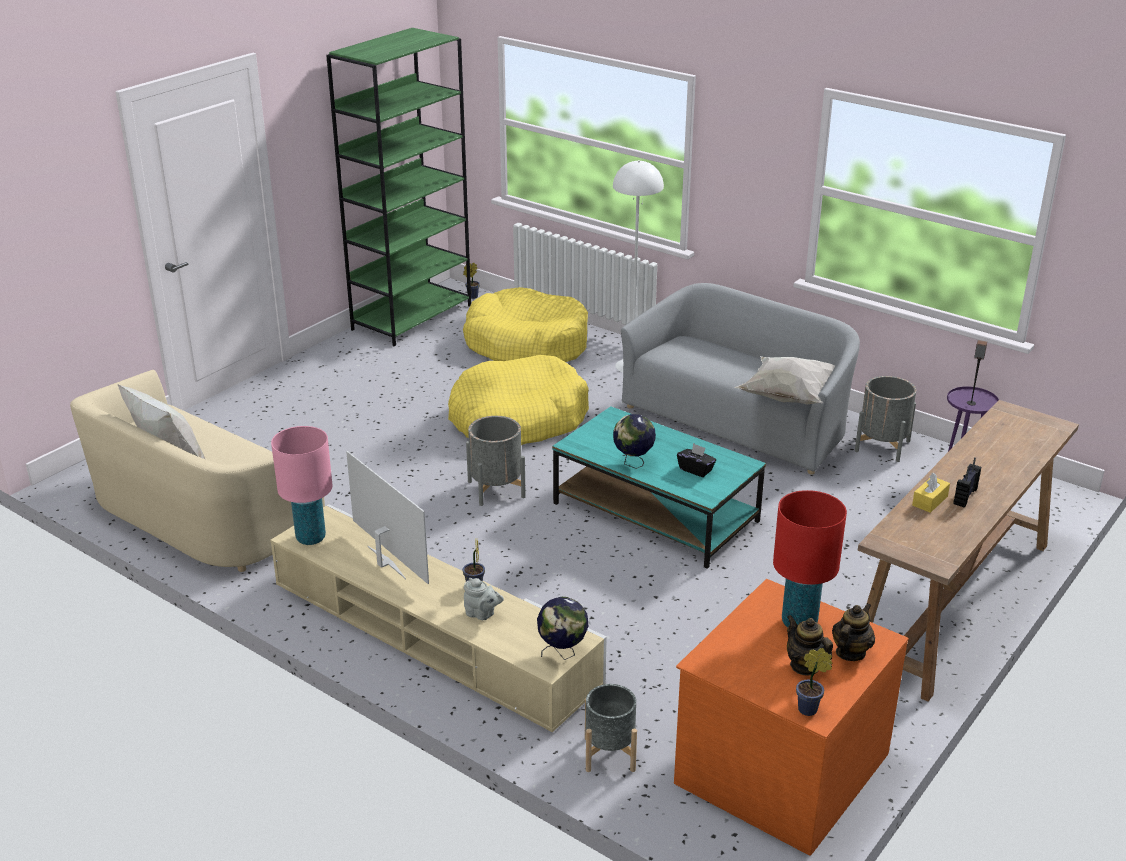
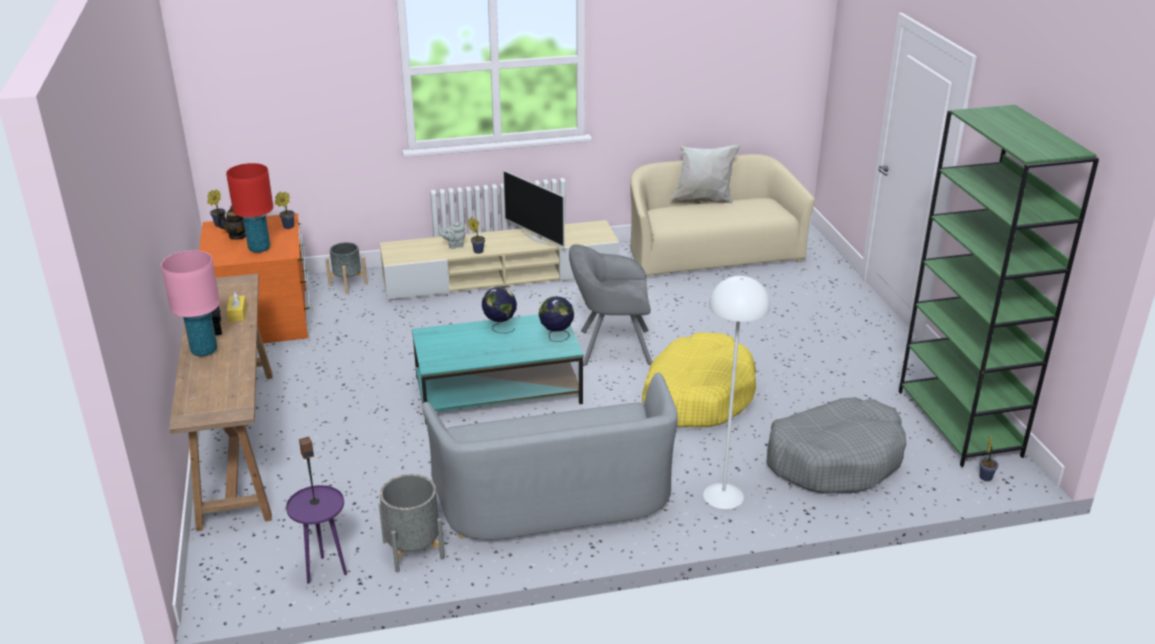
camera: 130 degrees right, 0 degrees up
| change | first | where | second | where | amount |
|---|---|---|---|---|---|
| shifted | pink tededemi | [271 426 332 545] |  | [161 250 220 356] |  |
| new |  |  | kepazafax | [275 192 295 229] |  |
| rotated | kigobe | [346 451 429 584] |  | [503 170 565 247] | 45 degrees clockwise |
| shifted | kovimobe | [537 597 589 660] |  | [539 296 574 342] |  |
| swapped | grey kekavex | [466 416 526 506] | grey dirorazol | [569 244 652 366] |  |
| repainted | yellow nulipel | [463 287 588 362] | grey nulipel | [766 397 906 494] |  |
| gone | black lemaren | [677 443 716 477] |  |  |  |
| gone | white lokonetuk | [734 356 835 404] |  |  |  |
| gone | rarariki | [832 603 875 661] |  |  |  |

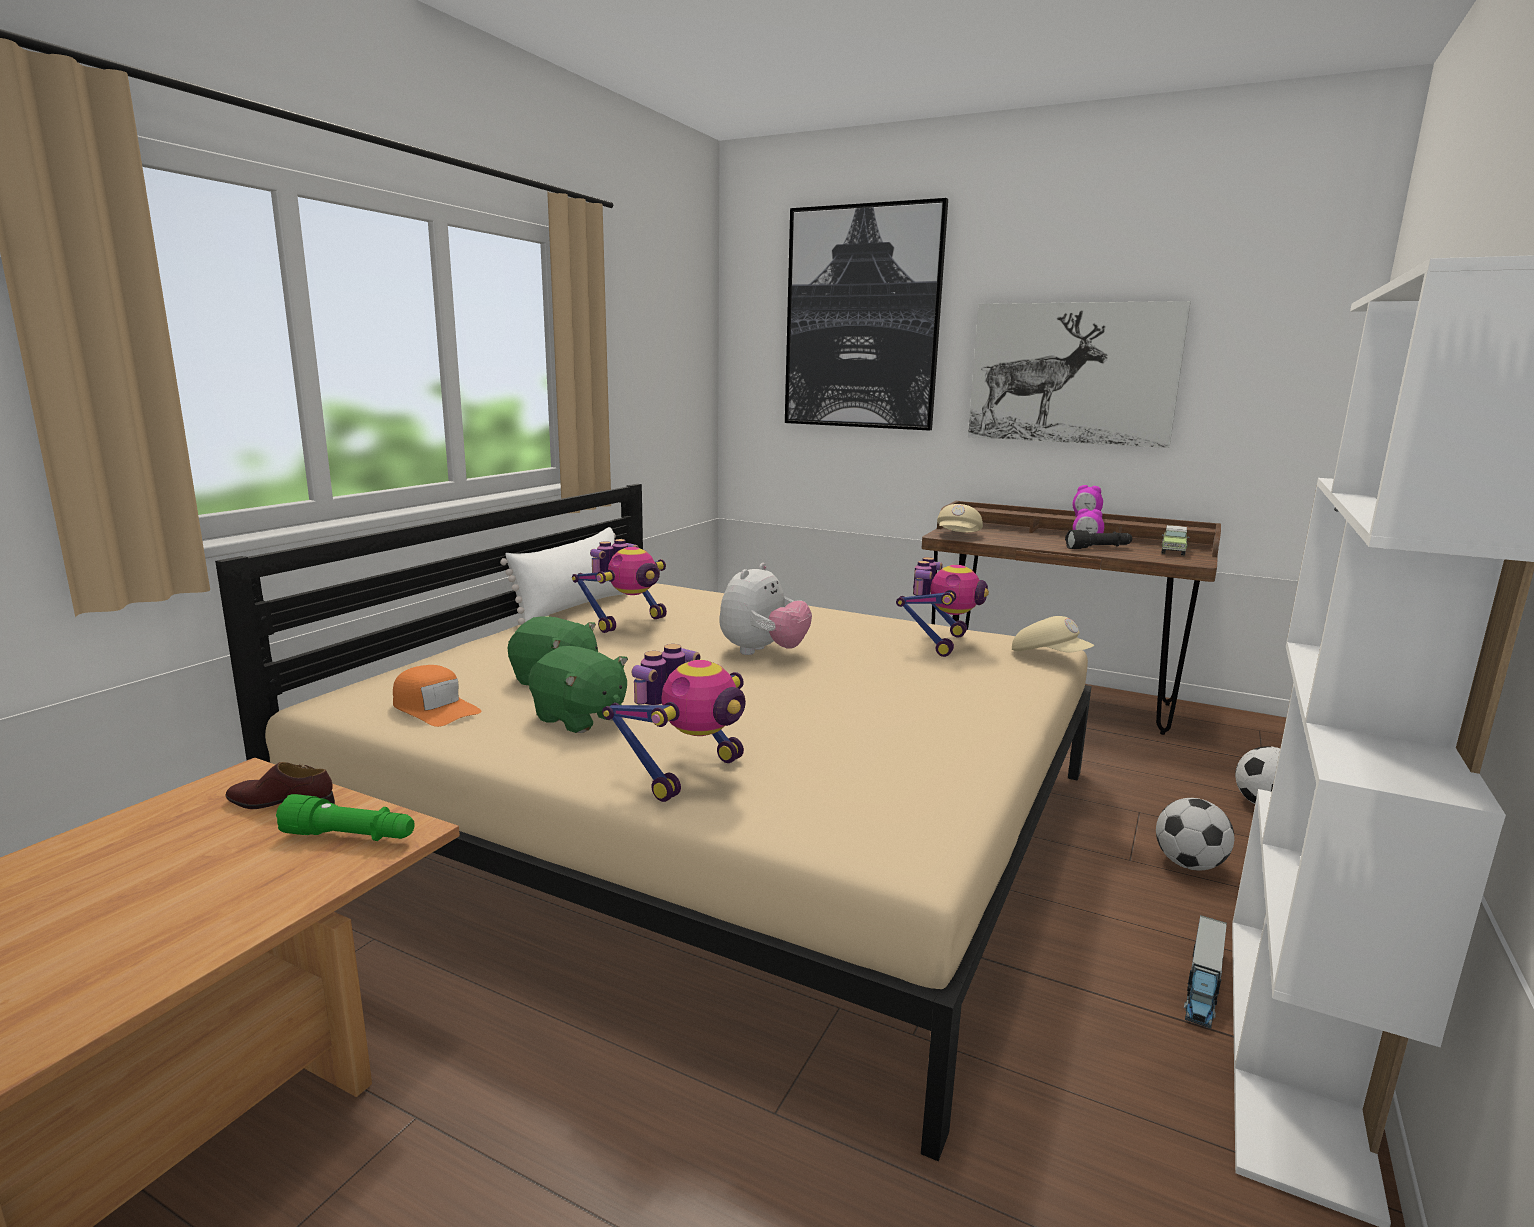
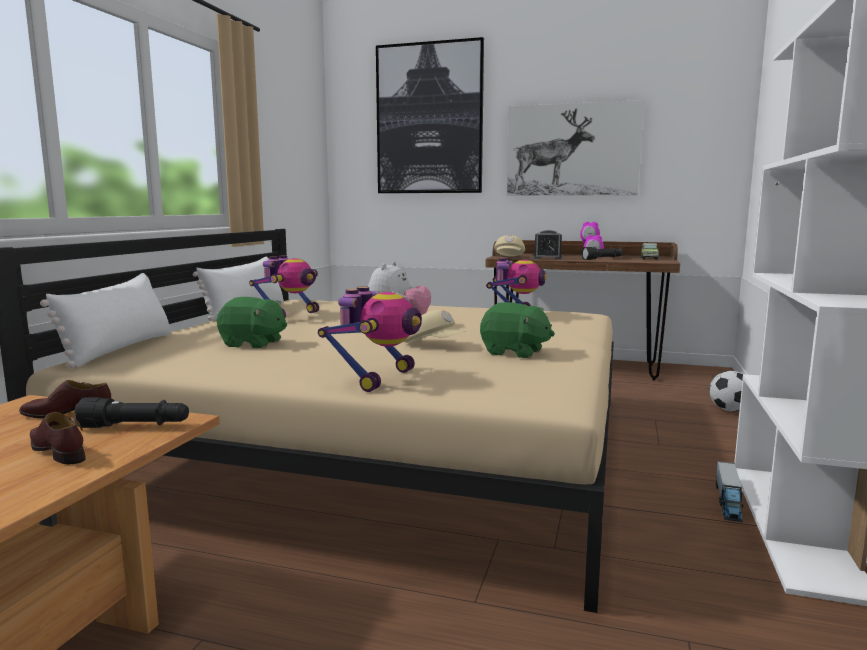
camera: 10 degrees left, 5 degrees down
| change | first | where | second | where | amount |
|---|---|---|---|---|---|
| new |  |  | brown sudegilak | [30 412 86 464] |  |
| new |  |  | white lokonetuk | [40 273 170 368] |  |
| repainted | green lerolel | [276 794 415 841] | black lerolel | [74 397 189 428] |  |
| shifted | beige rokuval | [1012 616 1094 653] |  | [404 310 466 343] |  |
| shifted | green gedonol | [528 646 628 733] |  | [480 302 555 358] |  |
| new |  |  | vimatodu | [533 230 562 260] |  |
| gone | orange rokuval | [393 665 482 727] |  |  |  |
| gone | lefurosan | [1156 798 1234 870] |  |  |  |

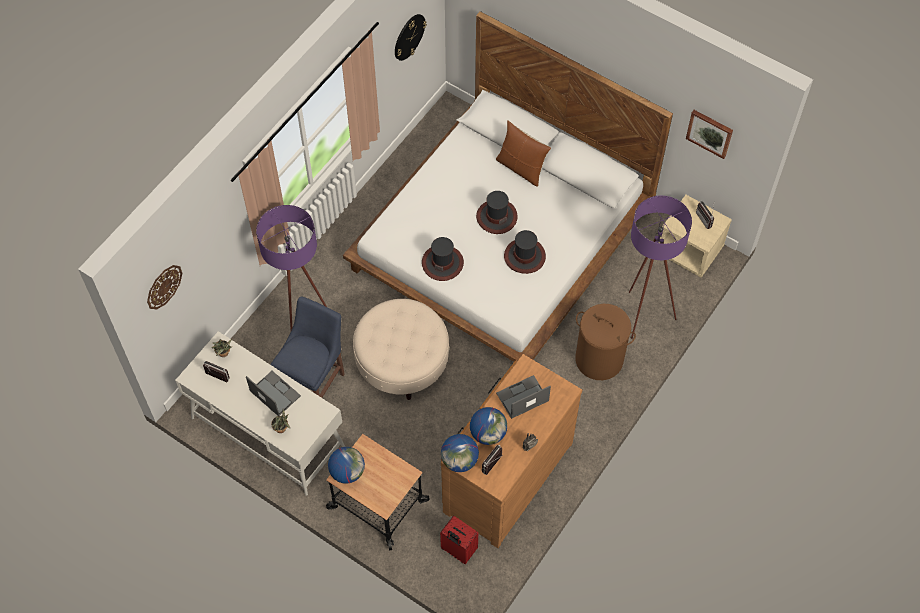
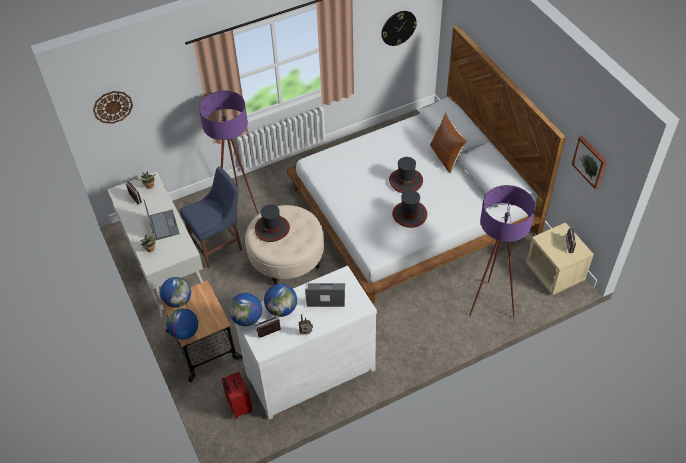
camera: 30 degrees right, 10 degrees down
| change | first | where | second | where | amount |
|---|---|---|---|---|---|
| new |  |  | kovimobe | [166 308 198 340] |  |
| repainted | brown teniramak | [441 354 582 548] | white teniramak | [235 266 377 419] |  |
| shifted | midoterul | [422 237 464 281] |  | [255 204 290 242] |  |
| gone | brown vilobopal | [576 304 636 380] |  |  |  |

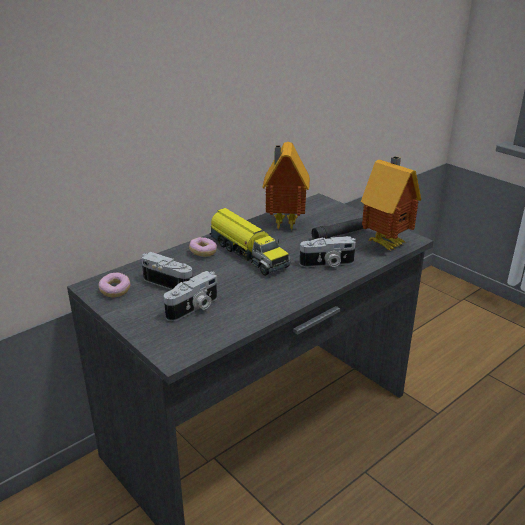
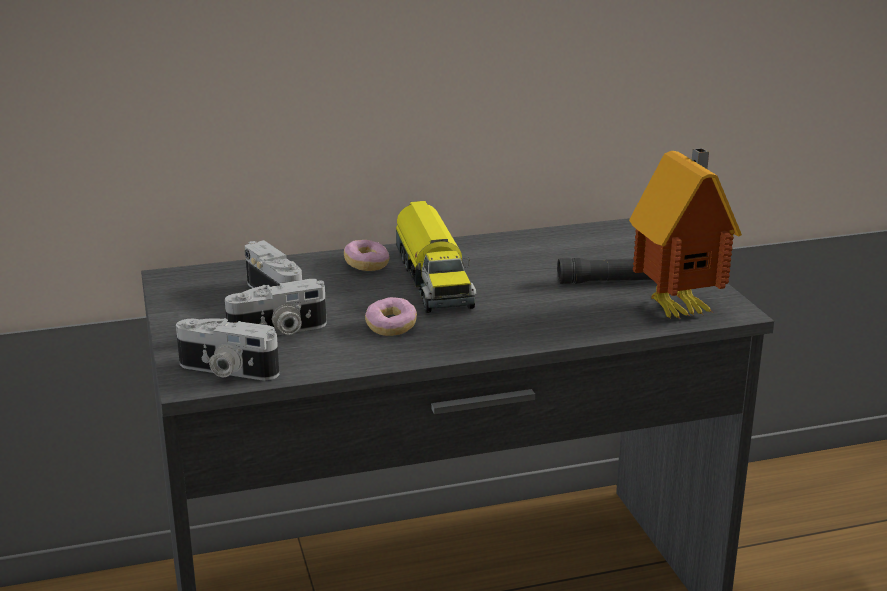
camera: 25 degrees right, 5 degrees down
| change | first | where | second | where | amount |
|---|---|---|---|---|---|
| shifted | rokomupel | [300 236 356 268] |  | [176 318 279 380] |  |
| shifted | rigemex | [98 272 131 297] |  | [365 297 417 336] |  |
| gone | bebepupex | [263 142 310 231] |  |  |  |

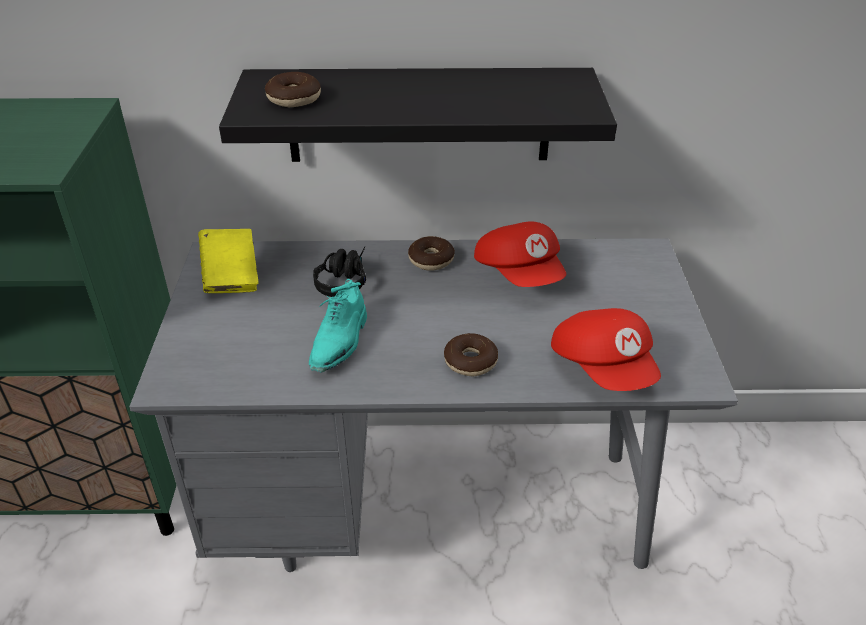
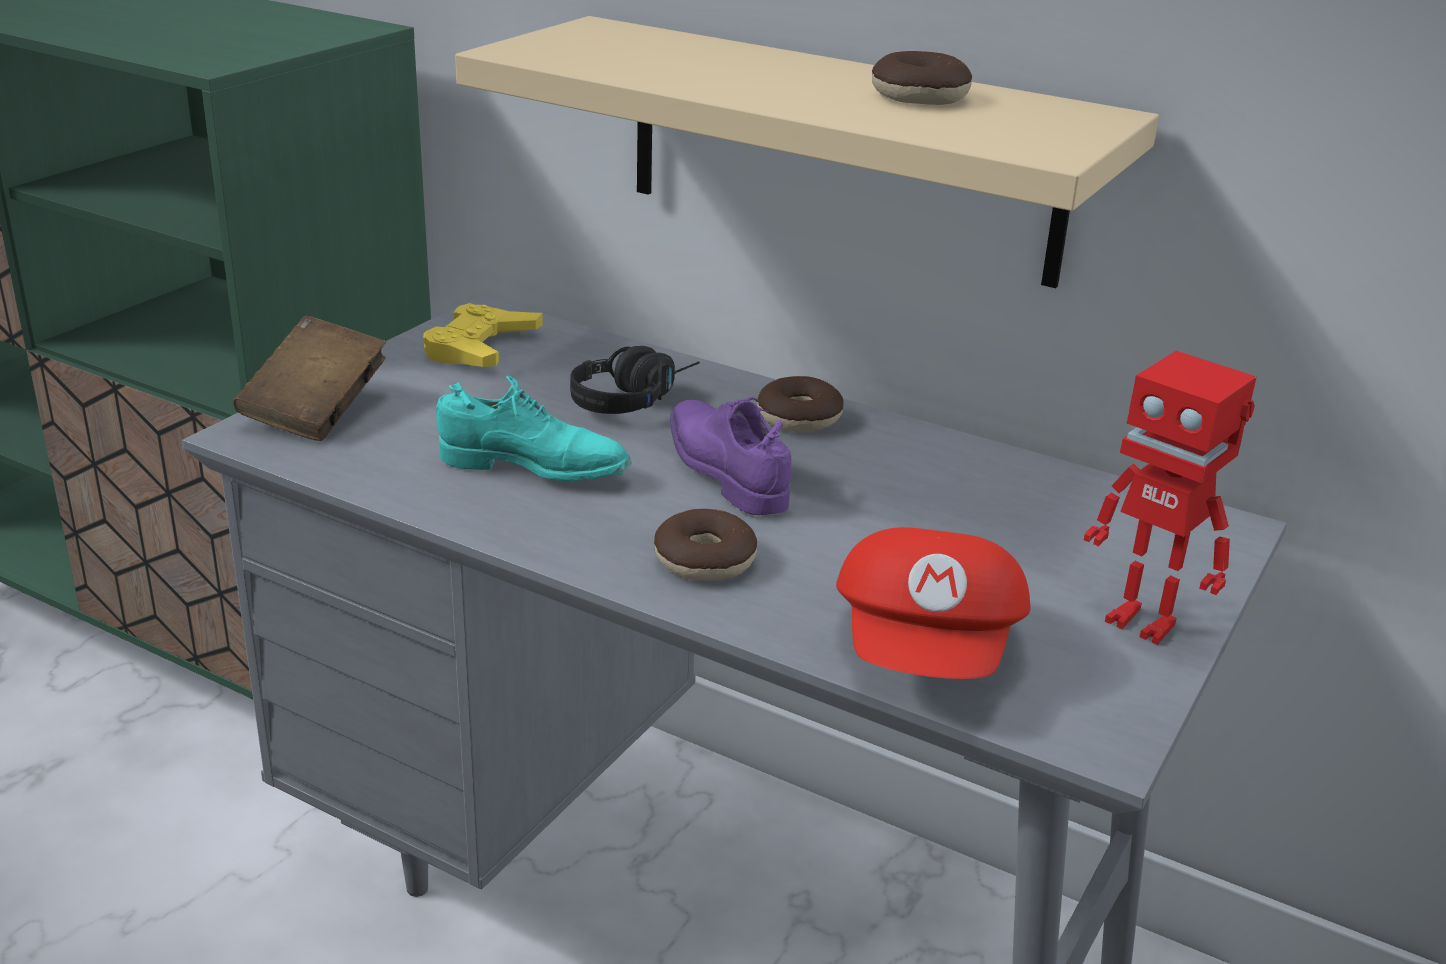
camera: 30 degrees right, 10 degrees down
| change | first | where | second | where | amount |
|---|---|---|---|---|---|
| new |  |  | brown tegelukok | [234 316 386 441] |  |
| swapped | yellow tegelukok | [198 229 258 293] | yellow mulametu | [423 303 543 367] |  |
| rotated | turquoise sudegilak | [309 279 367 372] |  | [436 375 632 481] | 120 degrees counterclockwise |
| repainted | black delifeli | [219 68 617 162] | beige delifeli | [455 16 1159 288] |  |
| new |  |  | purple sudegilak | [670 397 791 515] |  |
| shifted | rigemex | [265 72 321 107] |  | [872 51 972 105] |  |
| new |  |  | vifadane | [1084 351 1257 645] |  |
| gone | red rokuval | [474 222 566 287] |  |  |  |

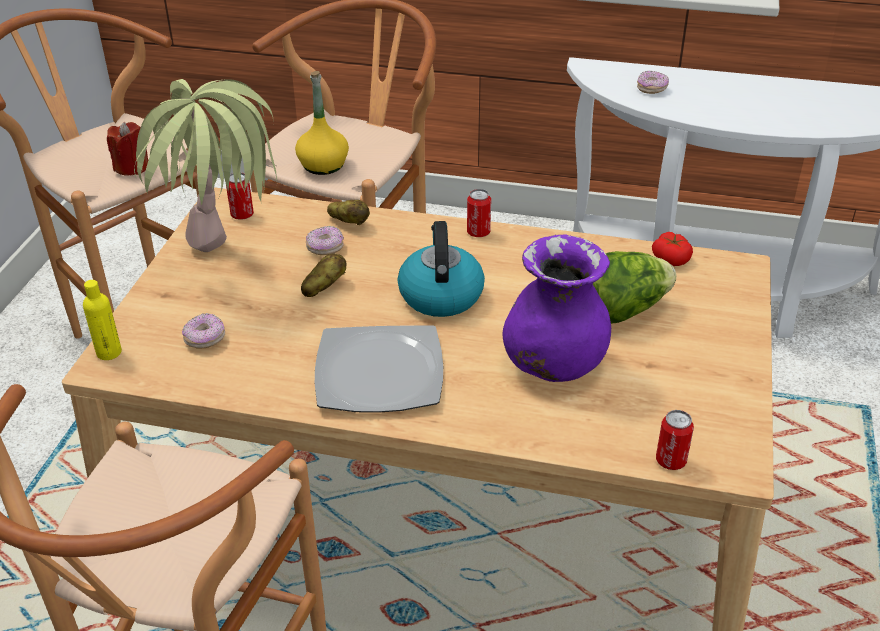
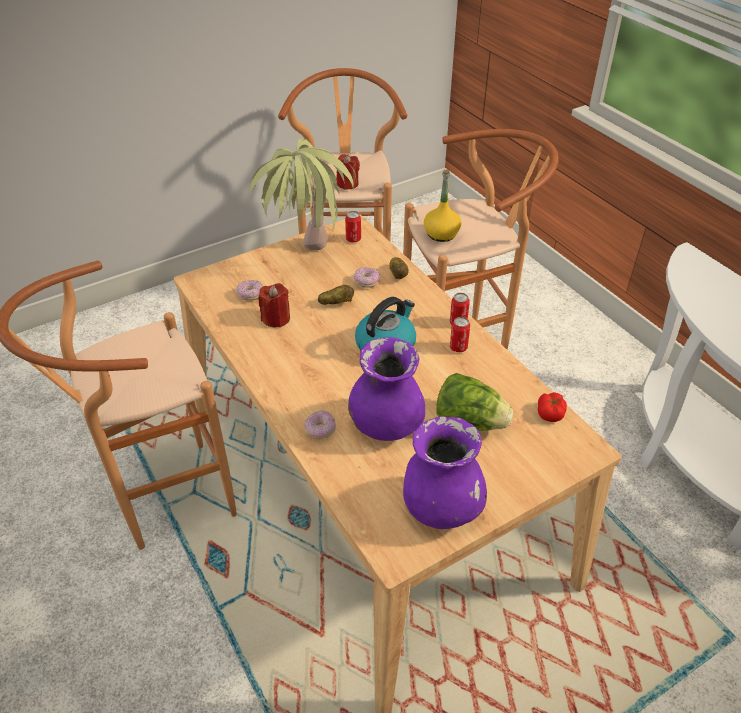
camera: 45 degrees right, 5 degrees up
| change | first | where | second | where | amount |
|---|---|---|---|---|---|
| new |  |  | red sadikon | [258 283 290 327] |  |
| shifted | rigemex | [637 71 669 94] |  | [304 410 336 439] |  |
| new |  |  | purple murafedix | [403 416 487 529] |  |
| shifted | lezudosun | [656 410 694 470] |  | [450 317 470 352] |  |
| gone | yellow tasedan | [83 280 122 360] |  |  |  |
| gone | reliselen | [315 326 443 413] |  |  |  |

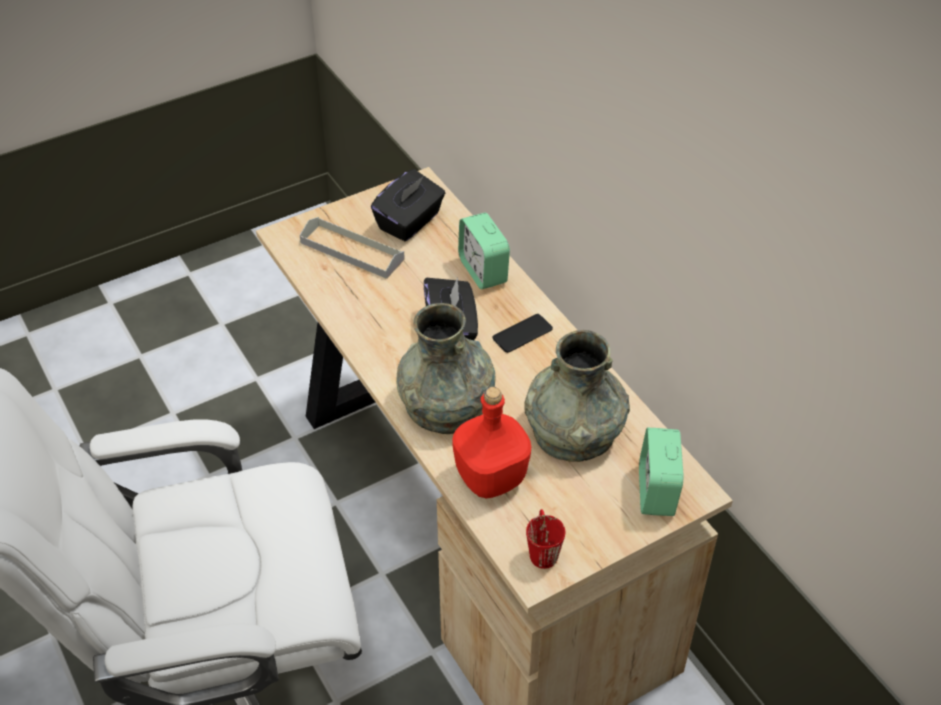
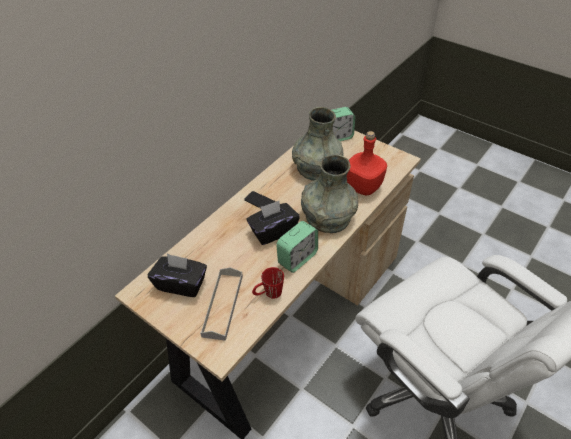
camera: 110 degrees left, 0 degrees up
| change | first | where | second | where | amount |
|---|---|---|---|---|---|
| shifted | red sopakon | [526 509 565 569] |  | [252 267 284 299] |  |
| shifted | vimatodu | [458 213 510 289] |  | [276 221 318 273] |  |

